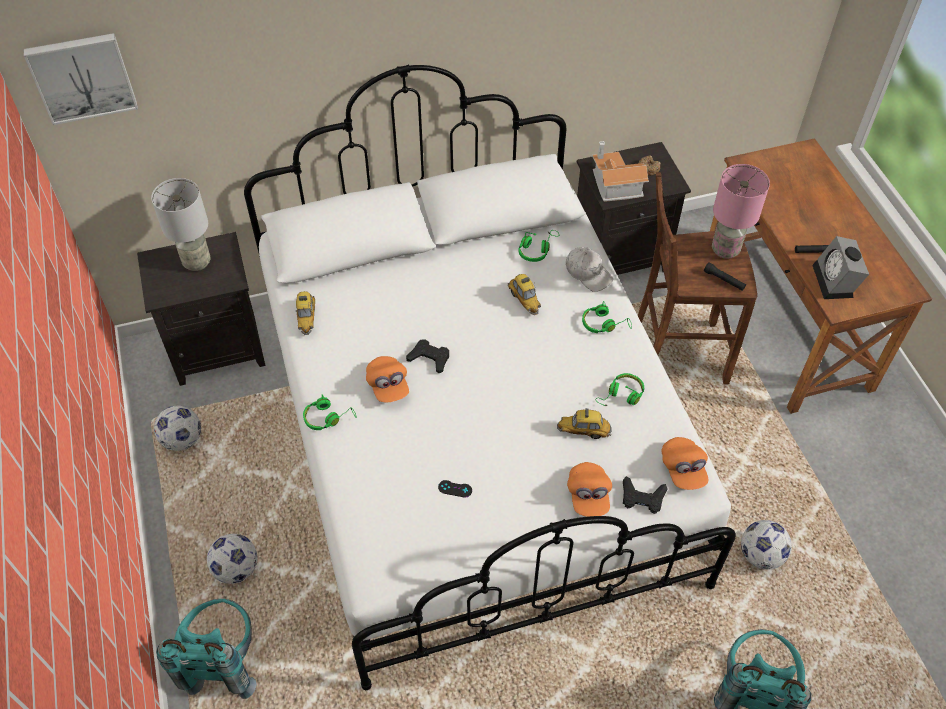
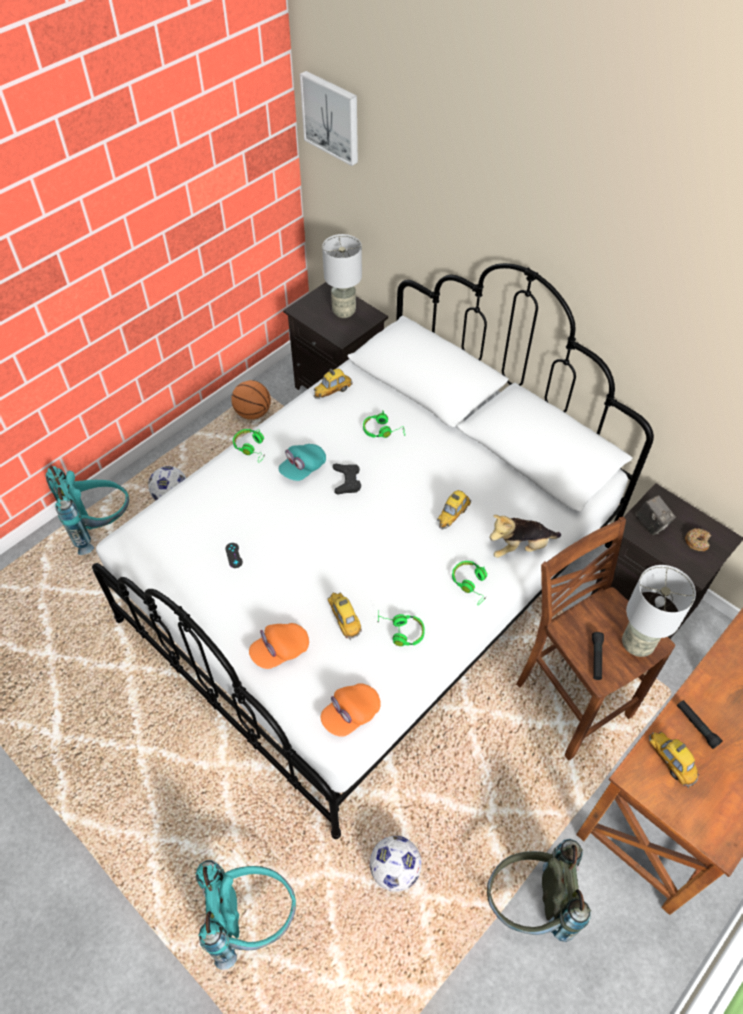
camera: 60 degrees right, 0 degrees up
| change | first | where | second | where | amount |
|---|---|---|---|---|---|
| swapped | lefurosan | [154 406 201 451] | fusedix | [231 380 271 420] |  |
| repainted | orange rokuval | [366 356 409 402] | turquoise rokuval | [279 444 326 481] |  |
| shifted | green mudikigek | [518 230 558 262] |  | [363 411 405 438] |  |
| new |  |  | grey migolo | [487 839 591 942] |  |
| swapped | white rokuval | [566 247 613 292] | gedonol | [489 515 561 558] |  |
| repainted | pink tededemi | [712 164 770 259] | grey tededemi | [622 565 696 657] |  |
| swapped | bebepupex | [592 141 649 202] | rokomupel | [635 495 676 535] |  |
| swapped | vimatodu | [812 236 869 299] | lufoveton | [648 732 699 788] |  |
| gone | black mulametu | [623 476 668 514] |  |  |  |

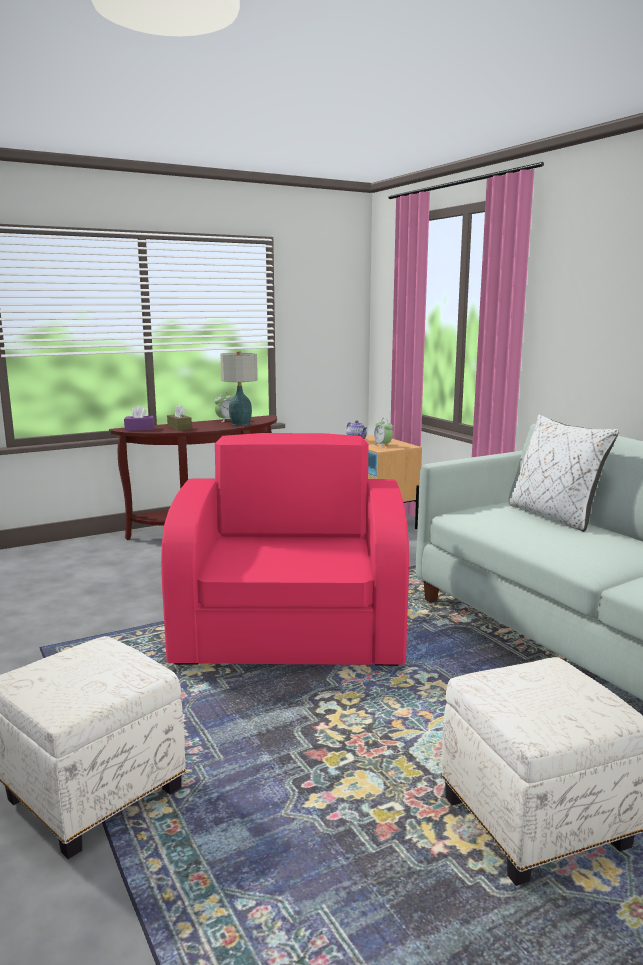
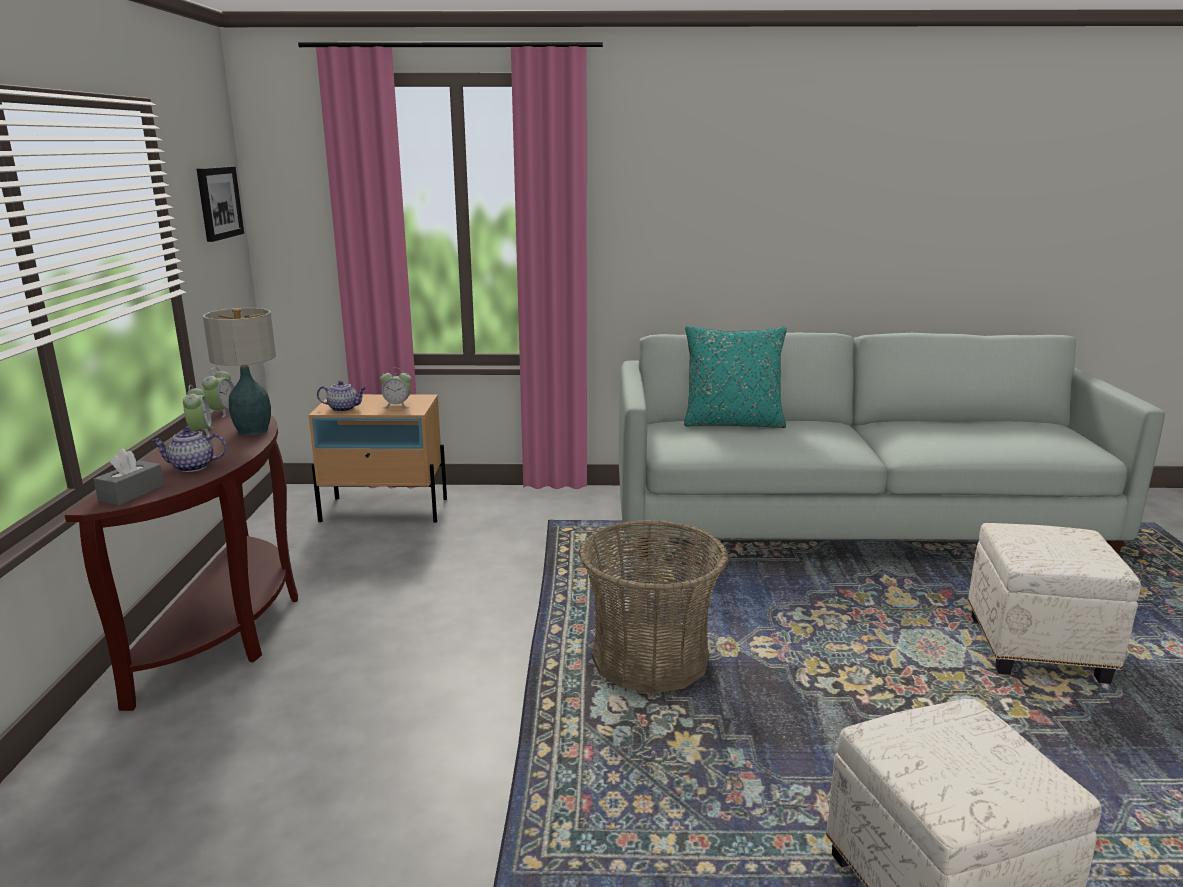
camera: 60 degrees left, 5 degrees up
| change | first | where | second | where | amount |
|---|---|---|---|---|---|
| repainted | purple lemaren | [124 405 154 431] | grey lemaren | [93 449 164 505] |  |
| swapped | brown lemaren | [167 405 192 431] | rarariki | [151 427 227 472] |  |
| new |  |  | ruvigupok | [197 166 244 242] |  |
| new |  |  | vimatodu | [202 367 234 418] |  |
| swapped | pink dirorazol | [161 433 409 666] | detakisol | [579 520 728 693] |  |
| repainted | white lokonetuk | [509 414 619 532] | turquoise lokonetuk | [684 326 787 428] |  |

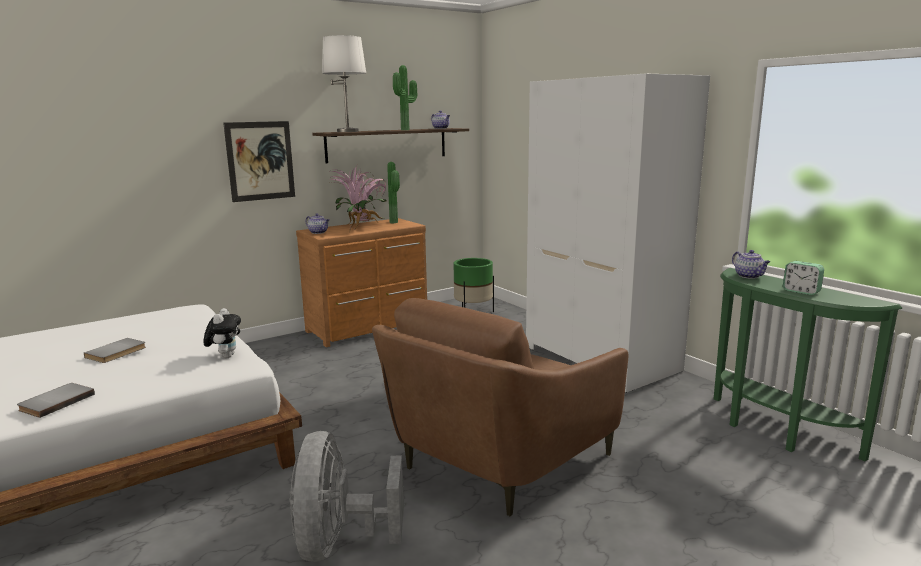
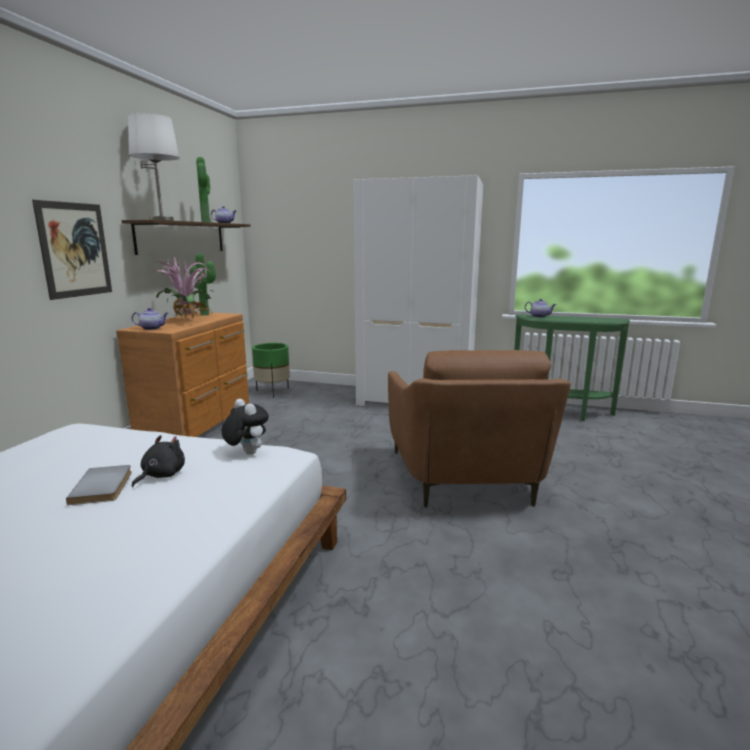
camera: 40 degrees left, 0 degrees up
| change | first | where | second | where | amount |
|---|---|---|---|---|---|
| new |  |  | black gedonol | [132 435 185 487] |  |
| gone | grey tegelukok | [17 383 95 418] |  |  |  |
| gone | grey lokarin | [289 431 404 562] |  |  |  |
| gone | vimatodu | [783 261 824 295] |  |  |  |

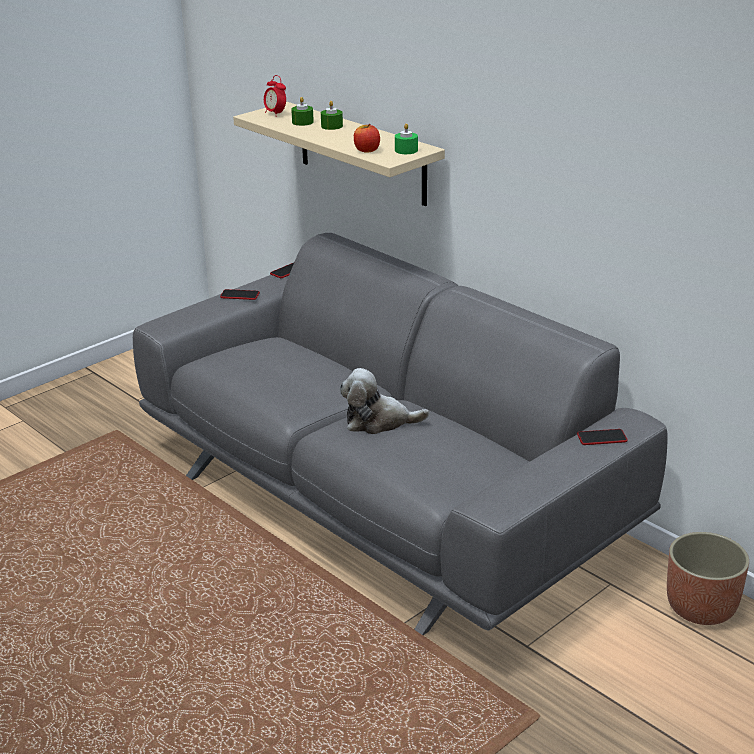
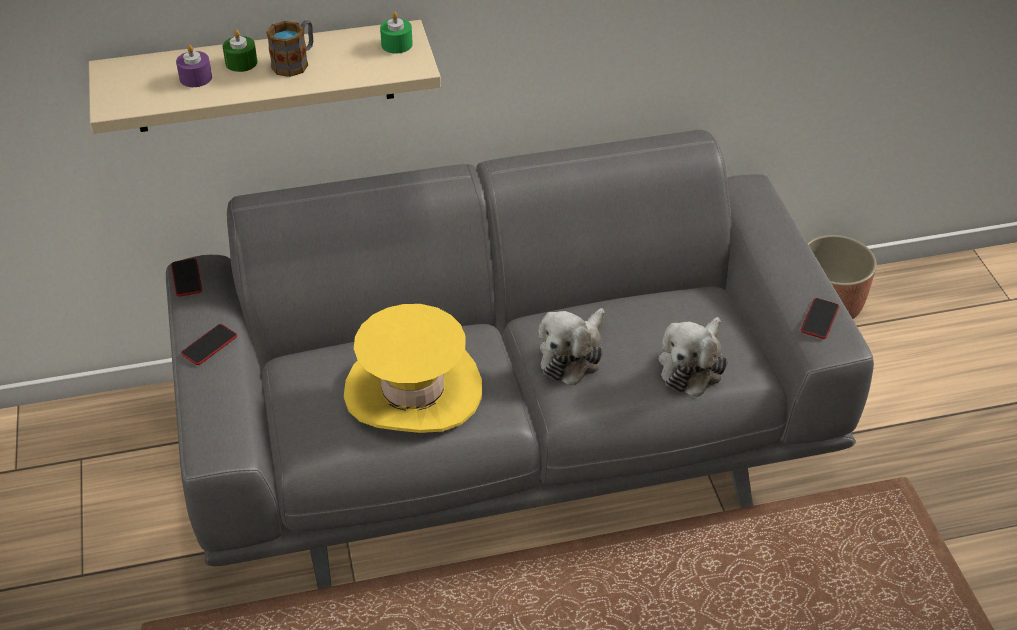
camera: 60 degrees left, 15 degrees up
| change | first | where | second | where | amount |
|---|---|---|---|---|---|
| repainted | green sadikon | [291 97 314 126] | purple sadikon | [176 45 212 87] |  |
| new |  |  | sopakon | [266 20 313 77] |  |
| new |  |  | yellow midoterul | [344 304 482 433] |  |
| new |  |  | gedonol | [658 317 728 397] |  |
| shifted | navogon | [577 429 628 445] |  | [801 298 839 339] |  |
| gone | vimatodu | [264 75 286 117] |  |  |  |
| gone | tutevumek | [354 124 380 153] |  |  |  |

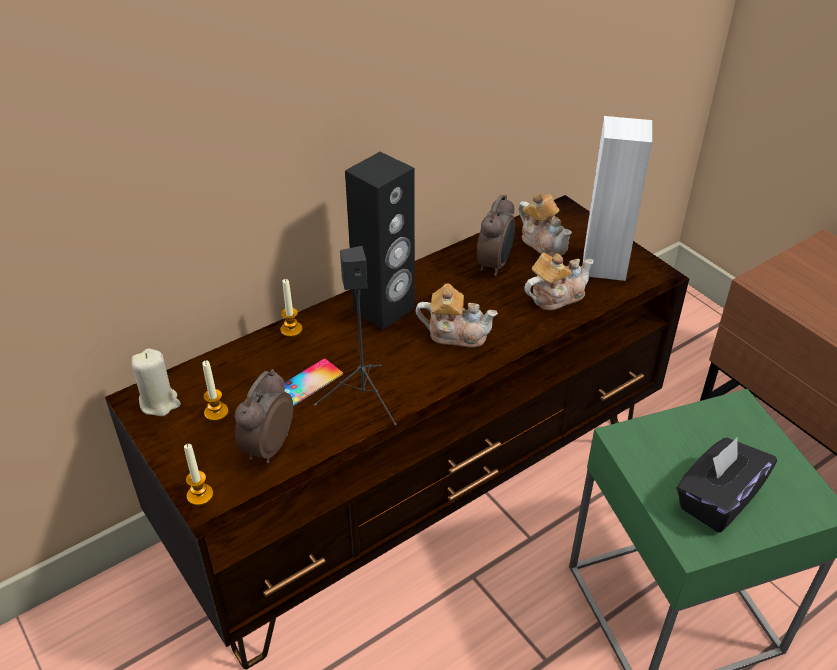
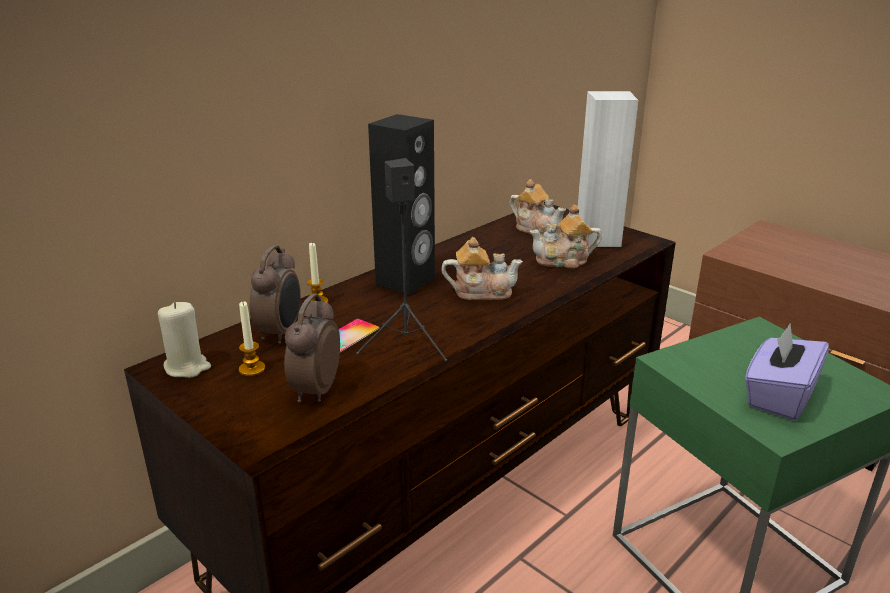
camera: 10 degrees left, 15 degrees down
| change | first | where | second | where | amount |
|---|---|---|---|---|---|
| shifted | vimatodu | [477 195 515 276] |  | [250 245 301 344] |  |
| rotated | rarariki | [524 253 594 310] |  | [529 204 602 268] | 150 degrees counterclockwise |
| repainted | black lemaren | [676 437 777 532] | purple lemaren | [745 324 829 421] |  |
| gone | sadikon | [184 444 213 506] |  |  |  |

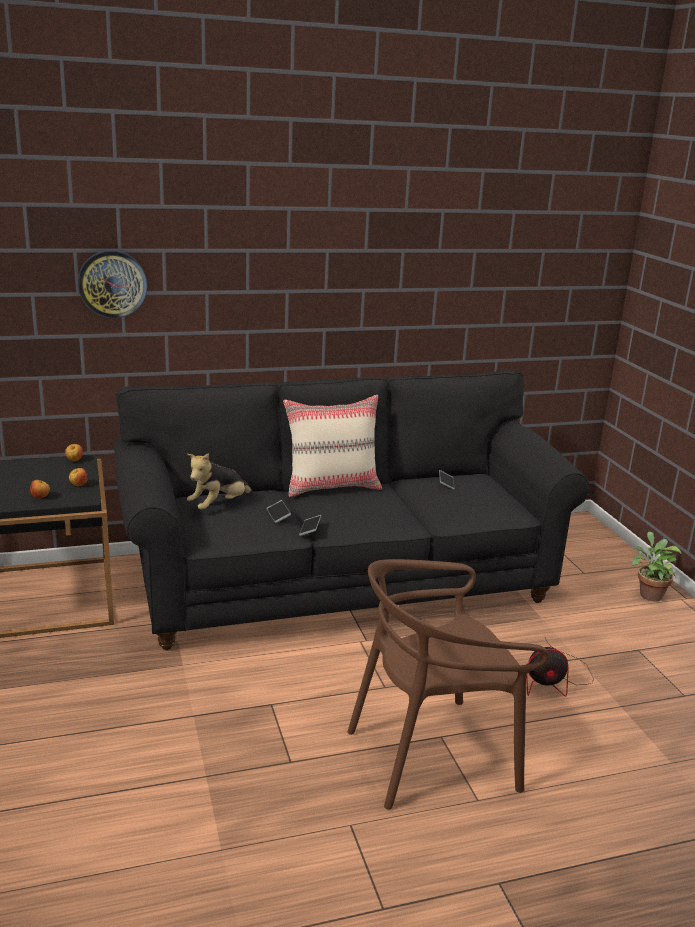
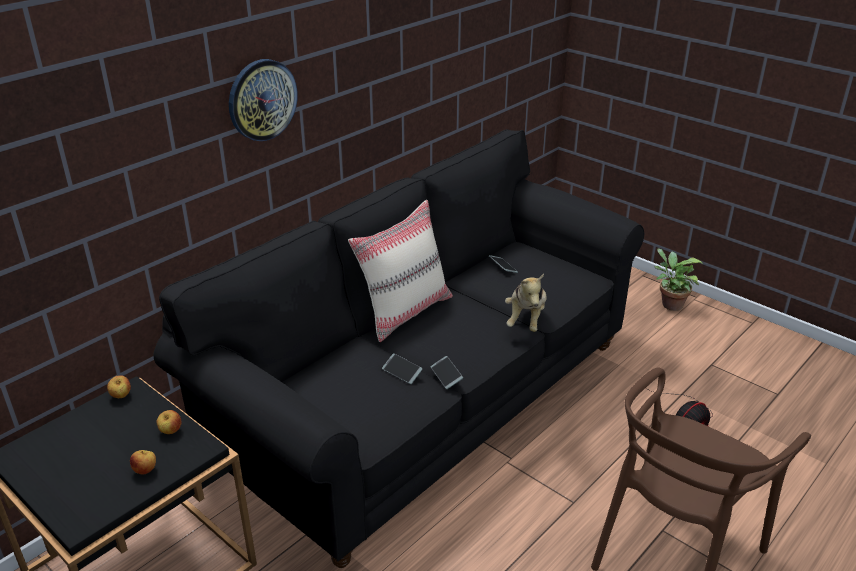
camera: 30 degrees left, 10 degrees up
| change | first | where | second | where | amount |
|---|---|---|---|---|---|
| shifted | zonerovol | [78 250 147 318] |  | [229 59 298 141] |  |
| shifted | gedonol | [187 453 253 510] |  | [505 274 547 332] |  |

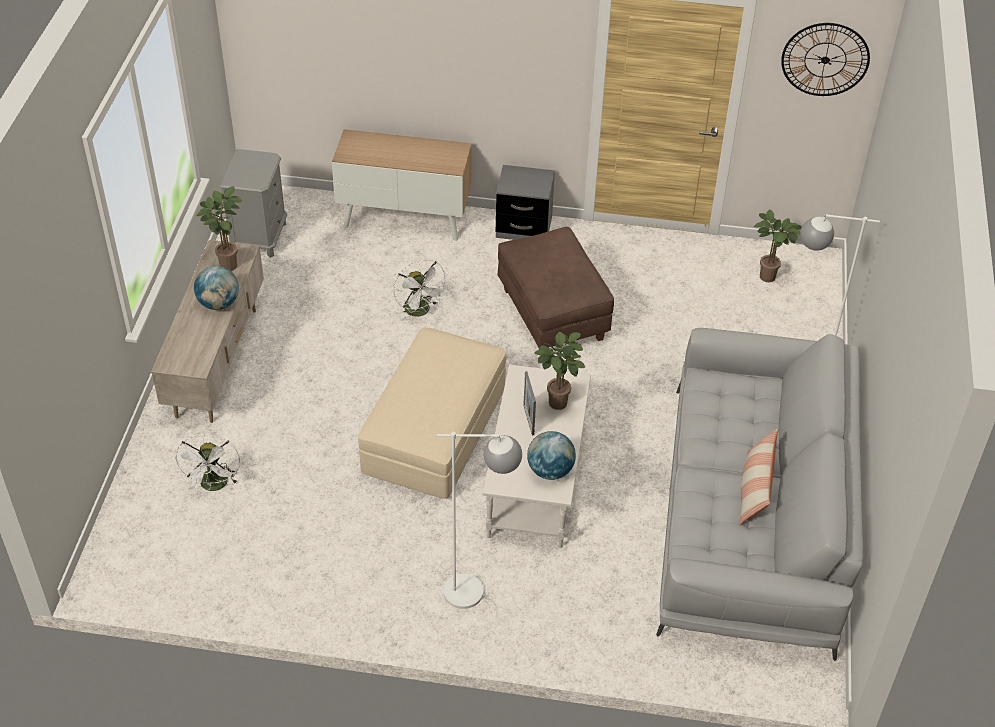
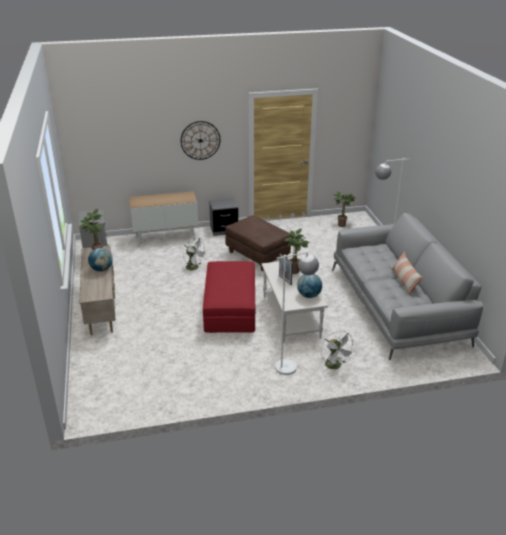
camera: 20 degrees left, 15 degrees down
| change | first | where | second | where | amount |
|---|---|---|---|---|---|
| shifted | zonerovol | [781 23 870 96] |  | [181 121 220 160] |  |
| repainted | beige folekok | [358 327 506 499] | red folekok | [203 261 256 333] |  |
| shifted | white lokarin | [175 434 240 491] |  | [321 331 355 372] |  |

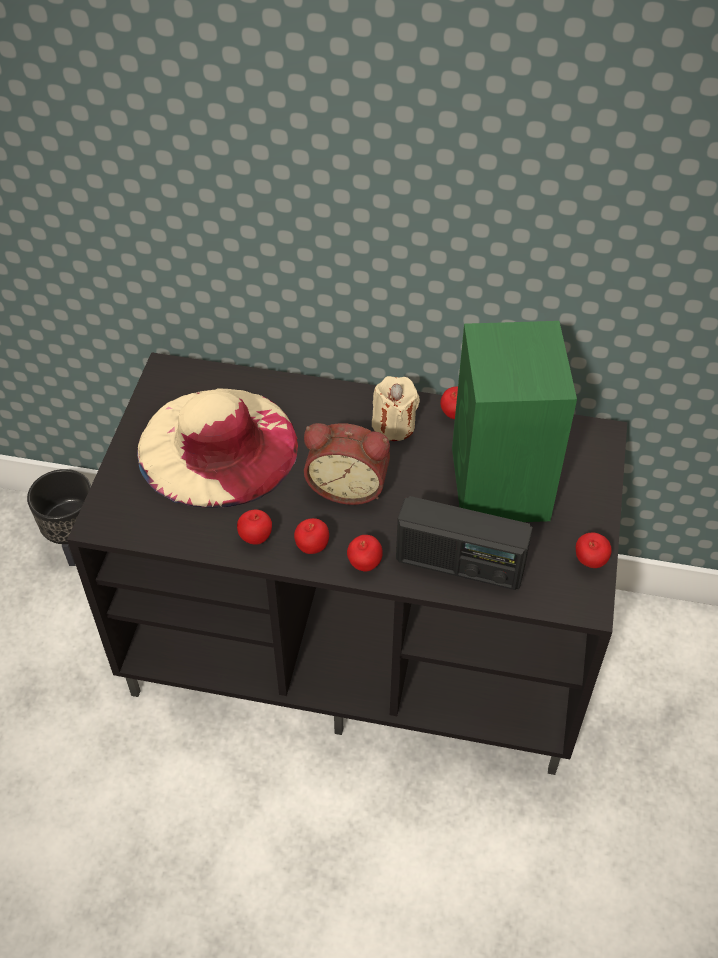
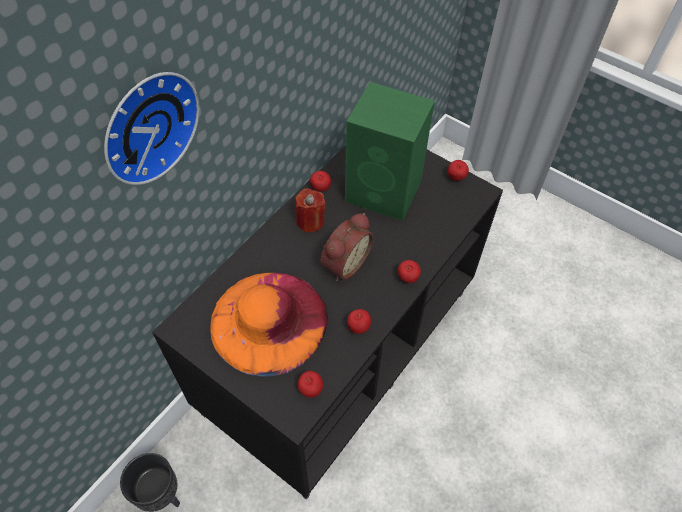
camera: 65 degrees left, 5 degrees up
| change | first | where | second | where | amount |
|---|---|---|---|---|---|
| new |  |  | zonerovol | [104 72 199 185] |  |
| repainted | beige midoterul | [137 388 298 508] | orange midoterul | [210 273 328 377] |  |
| repainted | beige sadikon | [372 376 420 441] | red sadikon | [295 189 326 232] |  |
| shifted | tutevumek | [294 518 329 554] |  | [298 371 323 398] |  |
| gone | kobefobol | [396 496 533 590] |  |  |  |

